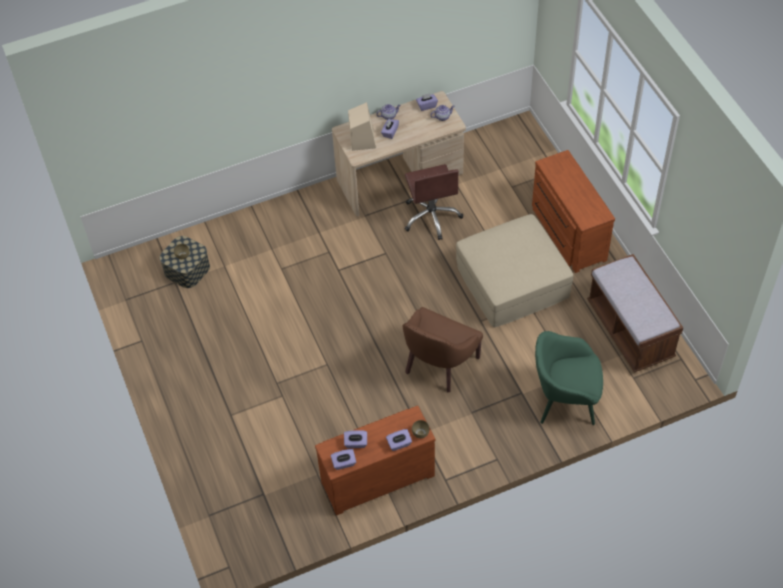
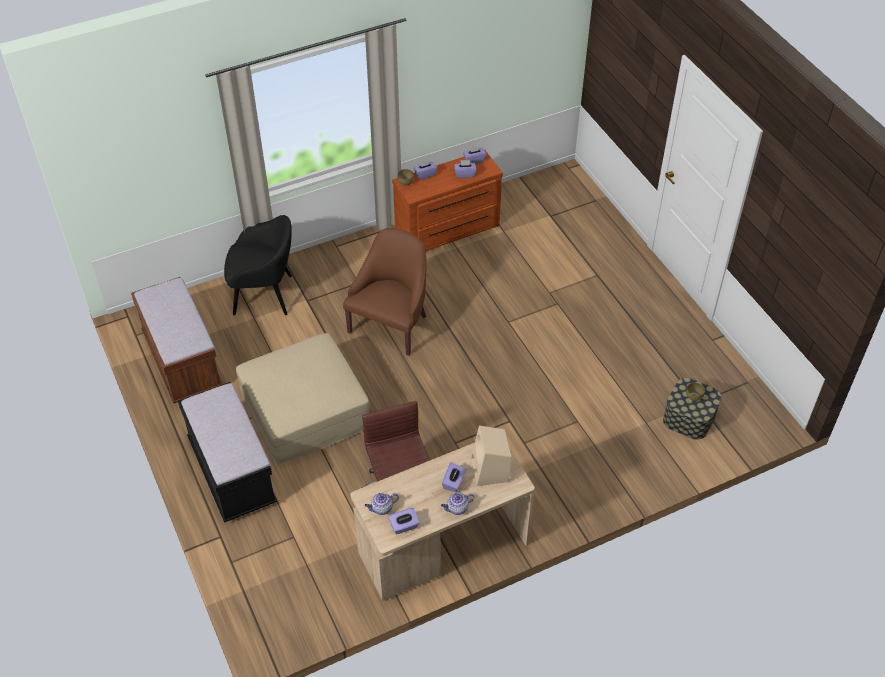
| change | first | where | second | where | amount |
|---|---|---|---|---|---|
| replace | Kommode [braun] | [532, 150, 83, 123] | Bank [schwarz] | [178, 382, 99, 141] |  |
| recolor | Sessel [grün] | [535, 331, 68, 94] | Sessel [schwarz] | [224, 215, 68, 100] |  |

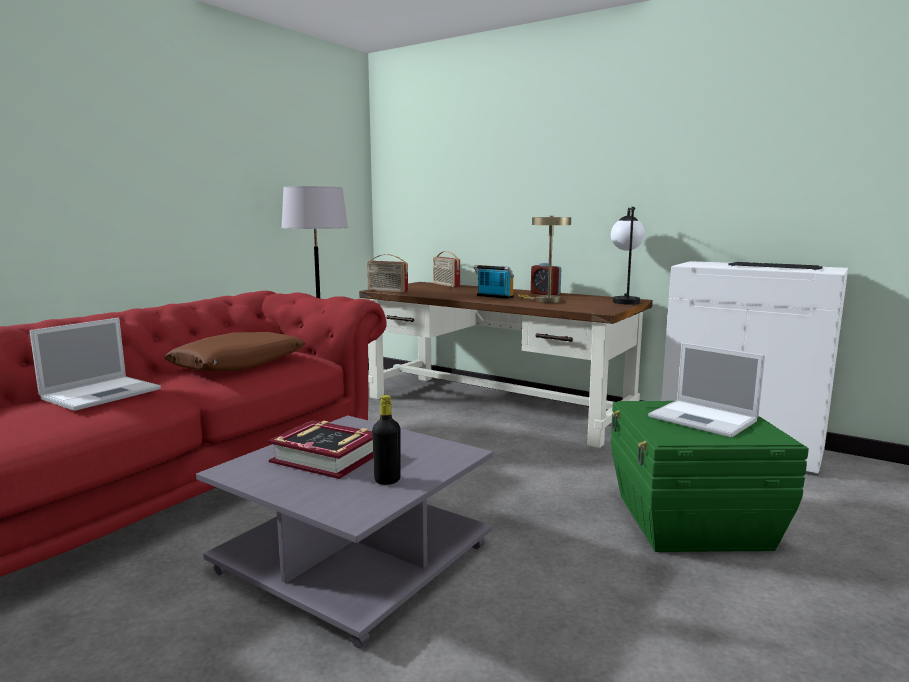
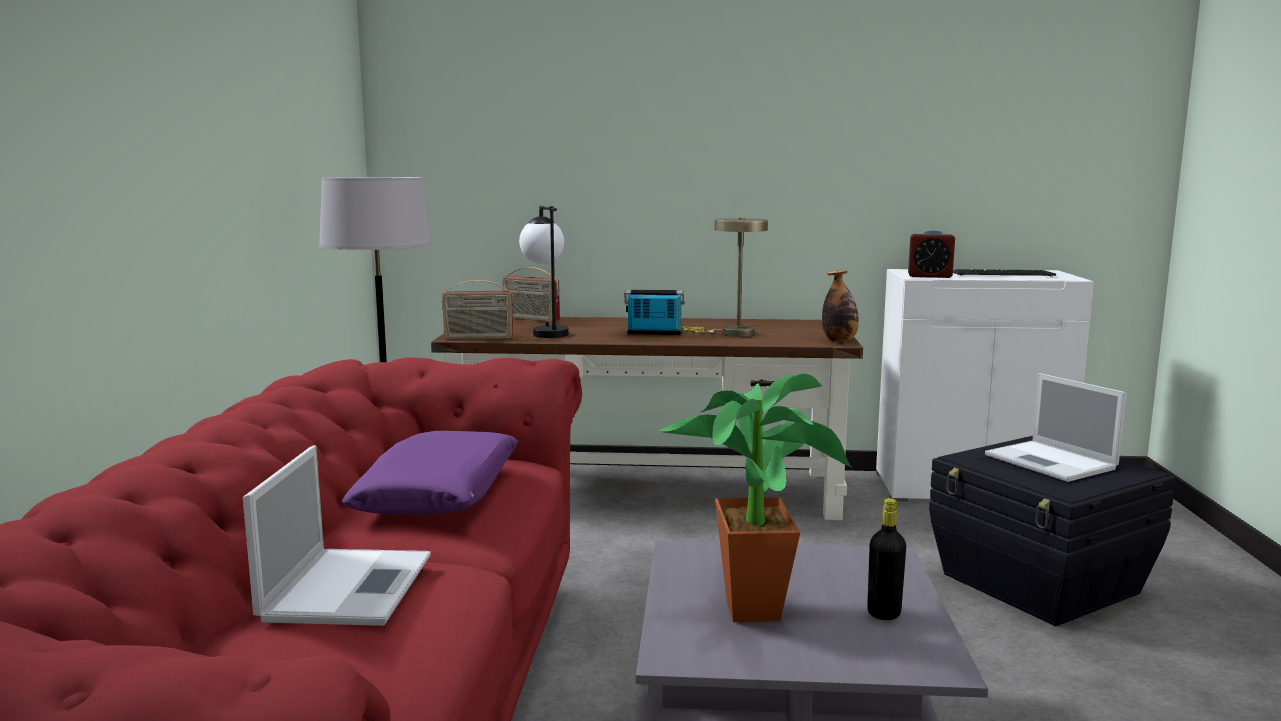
| change | first | where | second | where | amount |
|---|---|---|---|---|---|
| recolor | Kissen [braun] | [164, 332, 141, 39] | Kissen [lila] | [341, 431, 177, 83] |  |
| move | Tischlampe | [611, 207, 34, 98] |  | [519, 206, 50, 132] |  |
| replace | Buch | [267, 420, 106, 59] | Topfpflanze | [658, 374, 193, 248] |  |
| insert |  |  | Flasche | [822, 270, 37, 72] |  |
| move | Wecker | [531, 263, 30, 32] |  | [908, 230, 47, 48] |  |
| recolor | Aufbewahrungsbox [grün] | [610, 401, 199, 151] | Aufbewahrungsbox [schwarz] | [929, 436, 247, 190] |  |
| rotate | Laptop | [648, 343, 117, 95] |  | [985, 373, 141, 109] | 45 degrees clockwise |

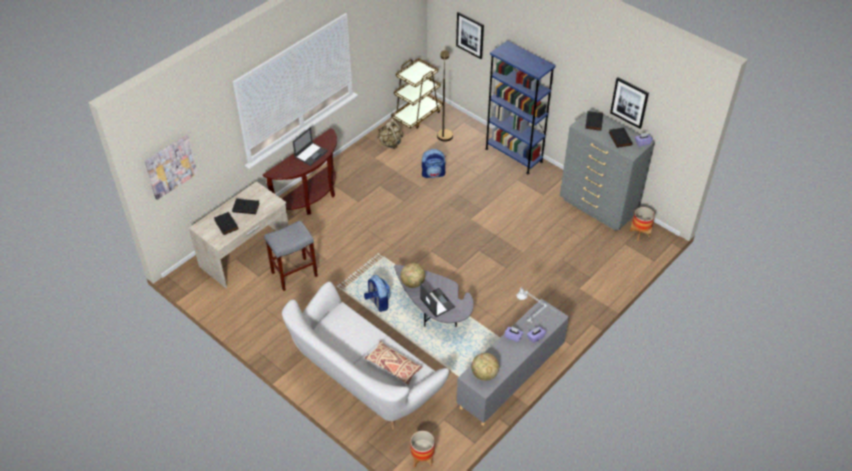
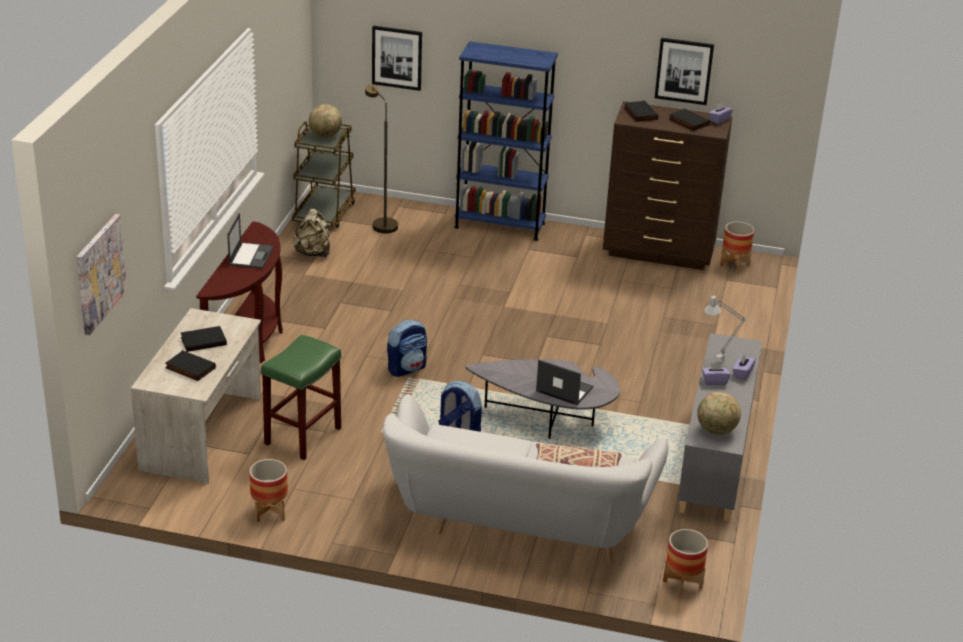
| change | first | where | second | where | amount |
|---|---|---|---|---|---|
| insert |  |  | Pflanzkübel | [249, 459, 39, 63] |  |
| recolor | Hocker [grau] | [264, 220, 54, 71] | Hocker [grün] | [261, 335, 80, 125] |  |
| move | Globus | [400, 263, 25, 25] |  | [309, 104, 33, 34] |  |
| move | Rucksack | [422, 149, 24, 29] |  | [387, 319, 40, 58] |  |
| recolor | Kommode [grau] | [560, 108, 95, 123] | Kommode [braun] | [603, 101, 129, 169] |  |

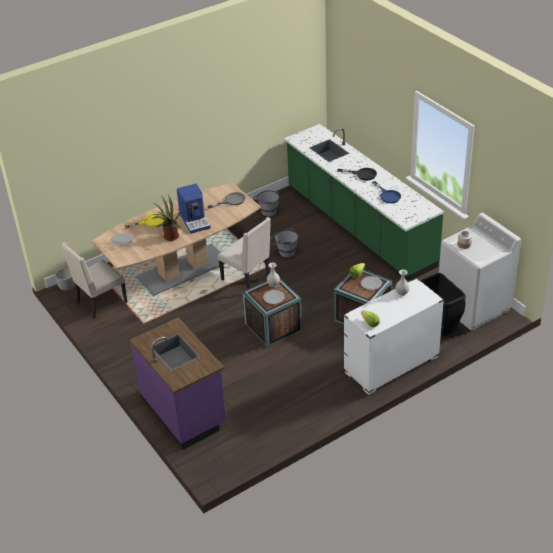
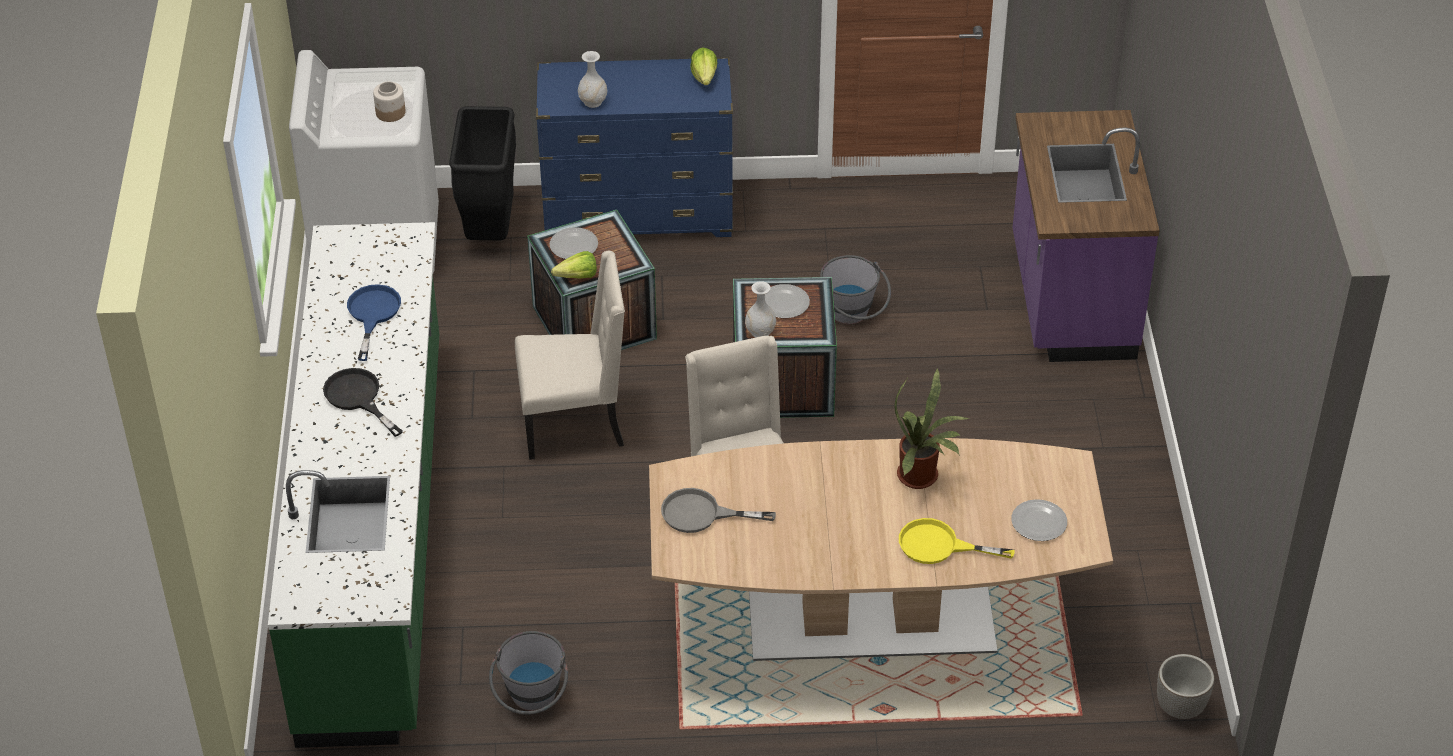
| change | first | where | second | where | amount |
|---|---|---|---|---|---|
| move | Stuhl [beige] | [61, 242, 66, 77] |  | [515, 251, 110, 209] |  |
| recolor | Kommode [weiß] | [344, 278, 100, 117] | Kommode [blau] | [536, 57, 197, 180] |  |
| move | Eimer [grau] | [270, 228, 29, 29] |  | [820, 255, 71, 70] |  |
| delete | Kaffeemaschine | [177, 184, 34, 50] |  |  |  |

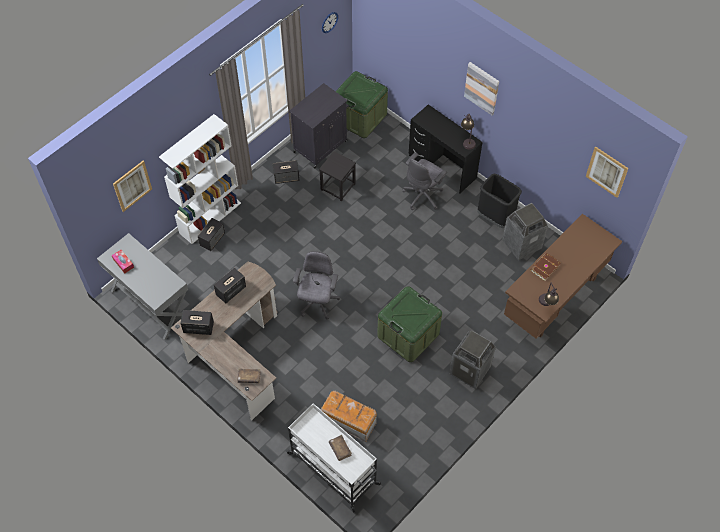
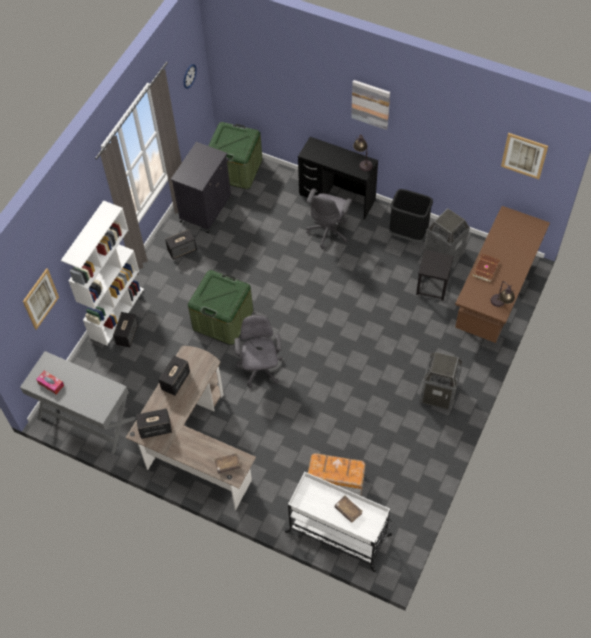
| change | first | where | second | where | amount |
|---|---|---|---|---|---|
| move | Aufbewahrungsbox [grün] | [377, 286, 65, 76] |  | [188, 270, 65, 75] |  |
| move | Hocker [schwarz] | [319, 151, 37, 50] |  | [416, 250, 37, 51] |  |

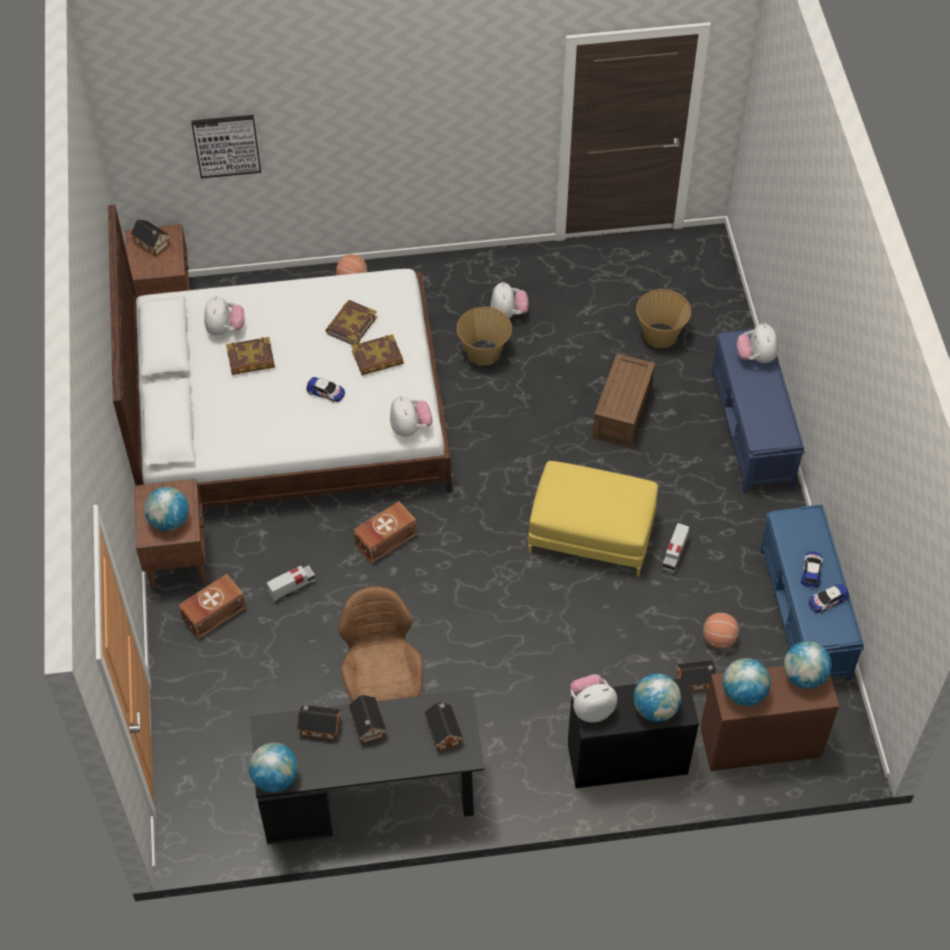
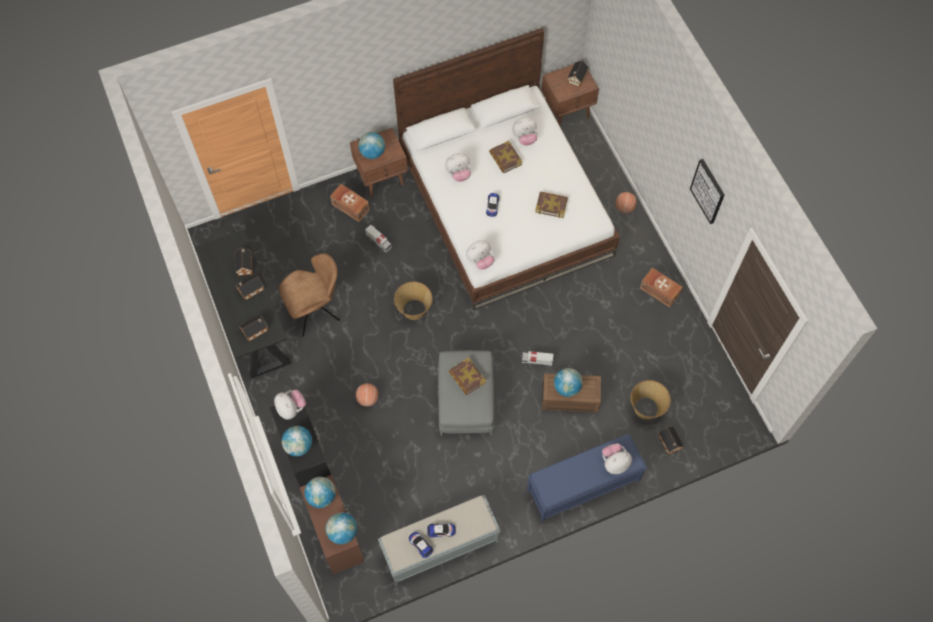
| change | first | where | second | where | amount |
|---|---|---|---|---|---|
| move | Basketball | [703, 613, 36, 36] |  | [356, 383, 22, 23] |  |
| recolor | Bank [blau] | [760, 504, 104, 177] | Bank [grau] | [378, 495, 123, 90] |  |
| move | Korb | [457, 307, 55, 58] |  | [394, 282, 38, 38] |  |
| recolor | Polsterhocker [gelb] | [528, 461, 130, 116] | Polsterhocker [grau] | [438, 350, 56, 86] |  |
| move | Plüschtier | [491, 282, 37, 36] |  | [445, 153, 26, 29] |  |
| move | Buch | [351, 334, 53, 41] |  | [449, 357, 37, 38] |  |
| move | Spielzeuglaster | [662, 523, 28, 50] |  | [521, 351, 33, 15] |  |
| move | Globus | [249, 743, 49, 49] |  | [554, 368, 29, 29] |  |
| move | Aufbewahrungsbox [braun] | [354, 501, 63, 63] |  | [640, 268, 42, 39] |  |
| move | Spielzeughaus | [677, 660, 39, 31] |  | [659, 427, 25, 28] |  |
| move | Bild | [191, 115, 70, 63] |  | [690, 159, 34, 65] |  |

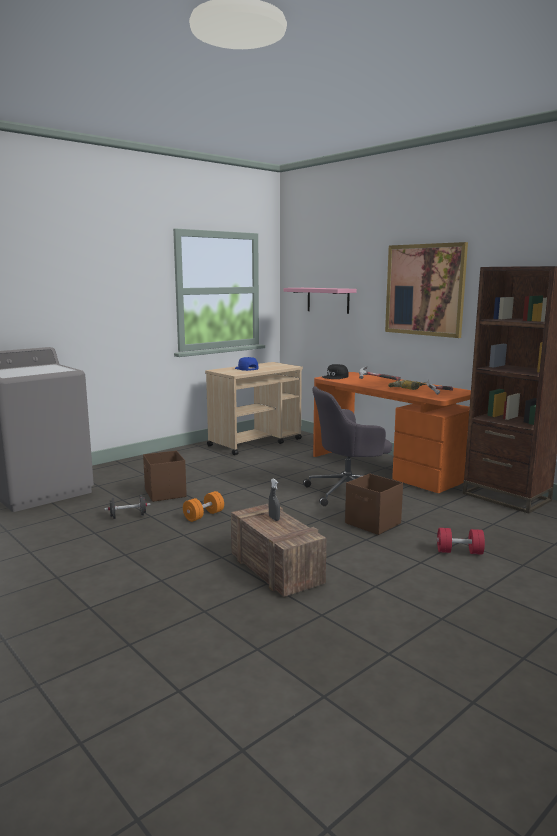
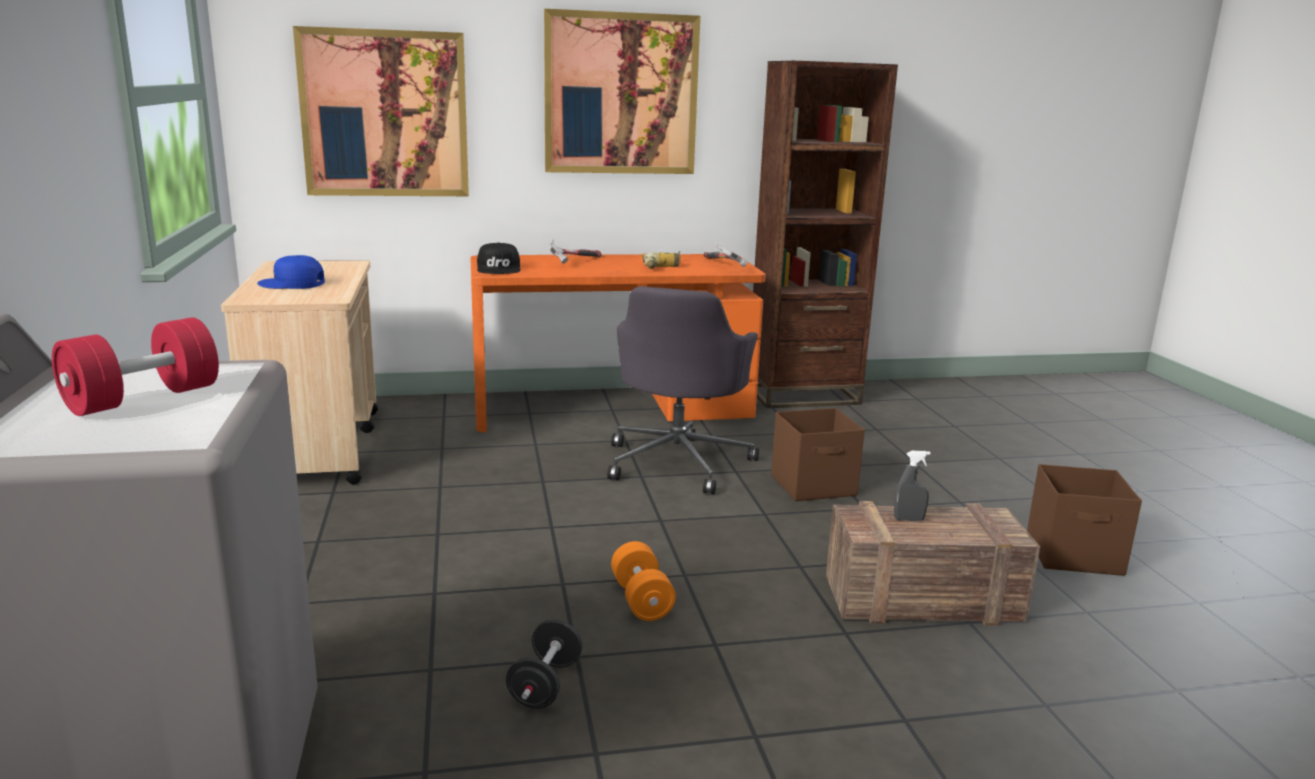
| change | first | where | second | where | amount |
|---|---|---|---|---|---|
| move | Hantel [rot] | [437, 528, 48, 27] |  | [52, 317, 167, 99] |  |
| replace | Wandregal [rosa] | [284, 288, 73, 26] | Bild | [293, 26, 176, 170] |  |
| move | Aufbewahrungsbox [braun] | [143, 451, 44, 51] |  | [1027, 464, 115, 112] |  |

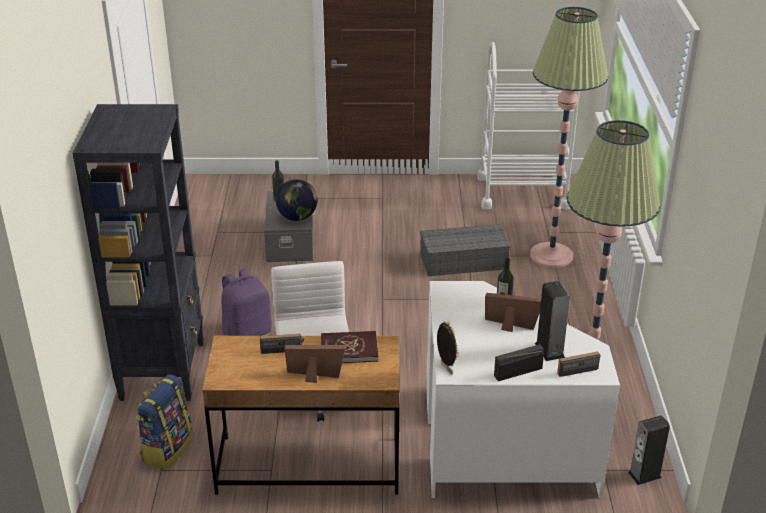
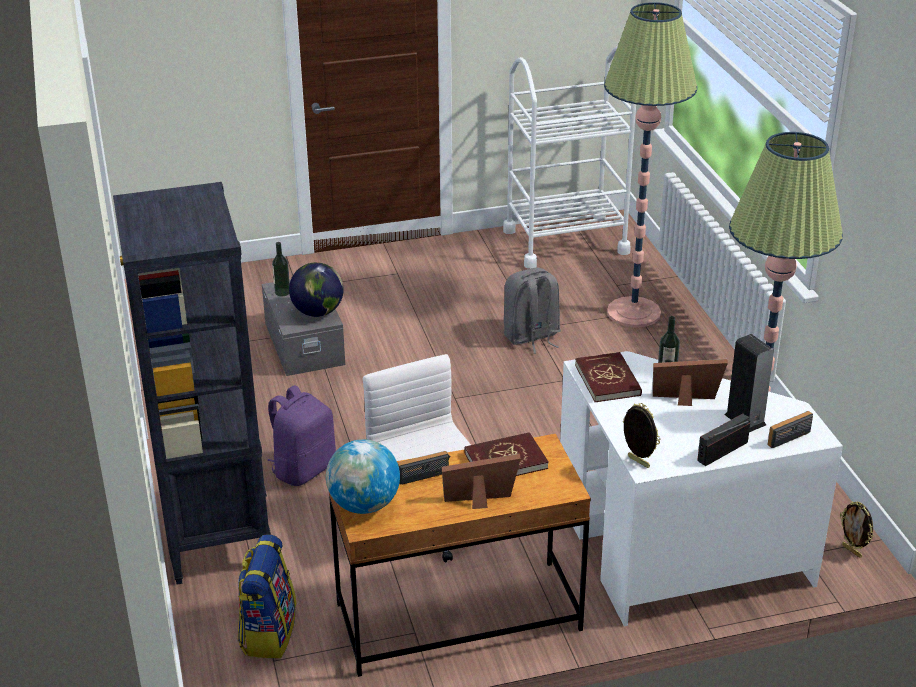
| change | first | where | second | where | amount |
|---|---|---|---|---|---|
| insert |  |  | Globus | [326, 439, 74, 75] |  |
| replace | Aufbewahrungsbox [grau] | [420, 224, 90, 52] | Rucksack [grau] | [504, 268, 57, 86] |  |
| insert |  |  | Buch [rot] | [575, 352, 67, 50] |  |
| replace | Lautsprecher | [628, 415, 42, 70] | Bilderrahmen | [840, 501, 33, 57] |  |

